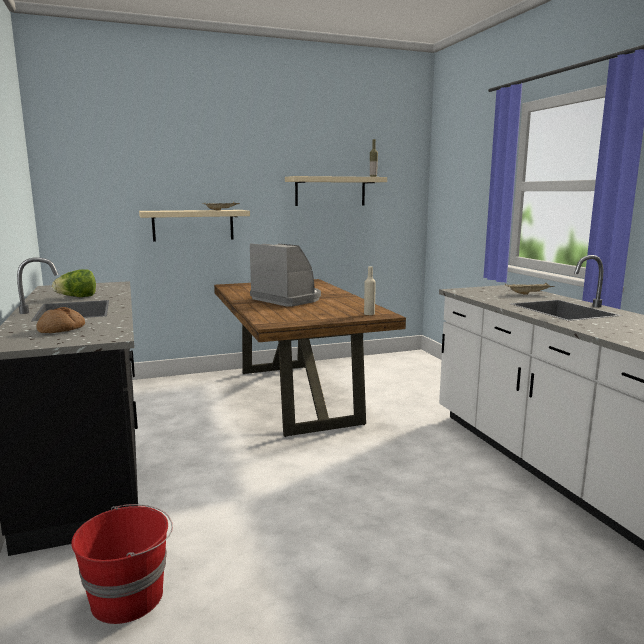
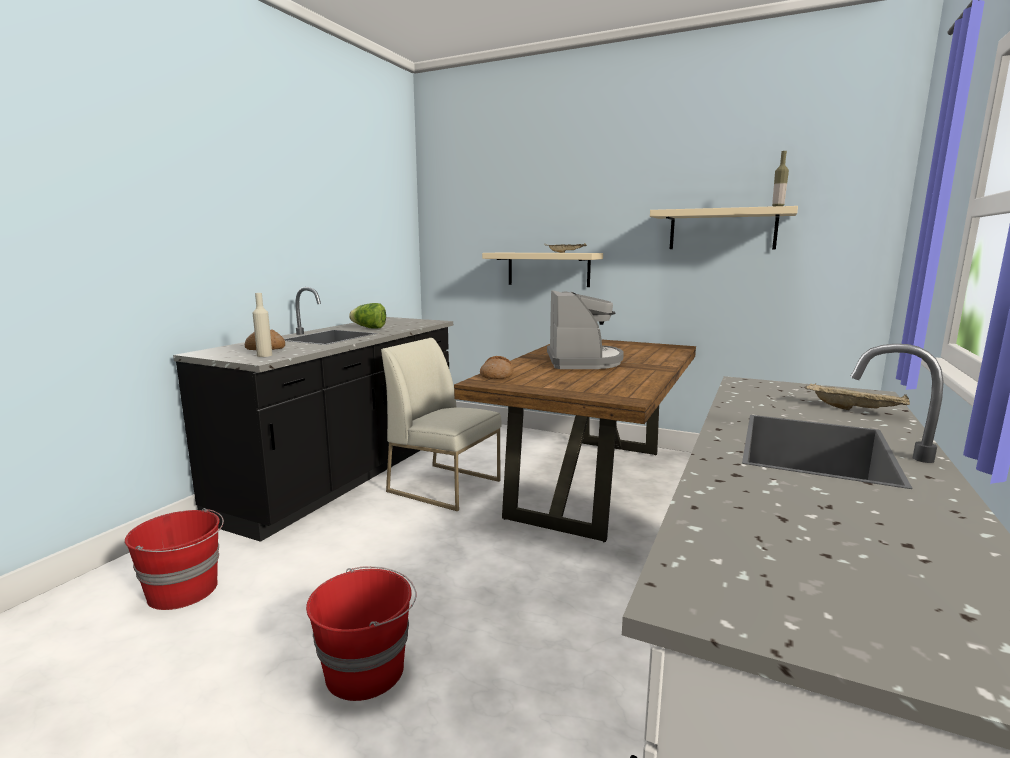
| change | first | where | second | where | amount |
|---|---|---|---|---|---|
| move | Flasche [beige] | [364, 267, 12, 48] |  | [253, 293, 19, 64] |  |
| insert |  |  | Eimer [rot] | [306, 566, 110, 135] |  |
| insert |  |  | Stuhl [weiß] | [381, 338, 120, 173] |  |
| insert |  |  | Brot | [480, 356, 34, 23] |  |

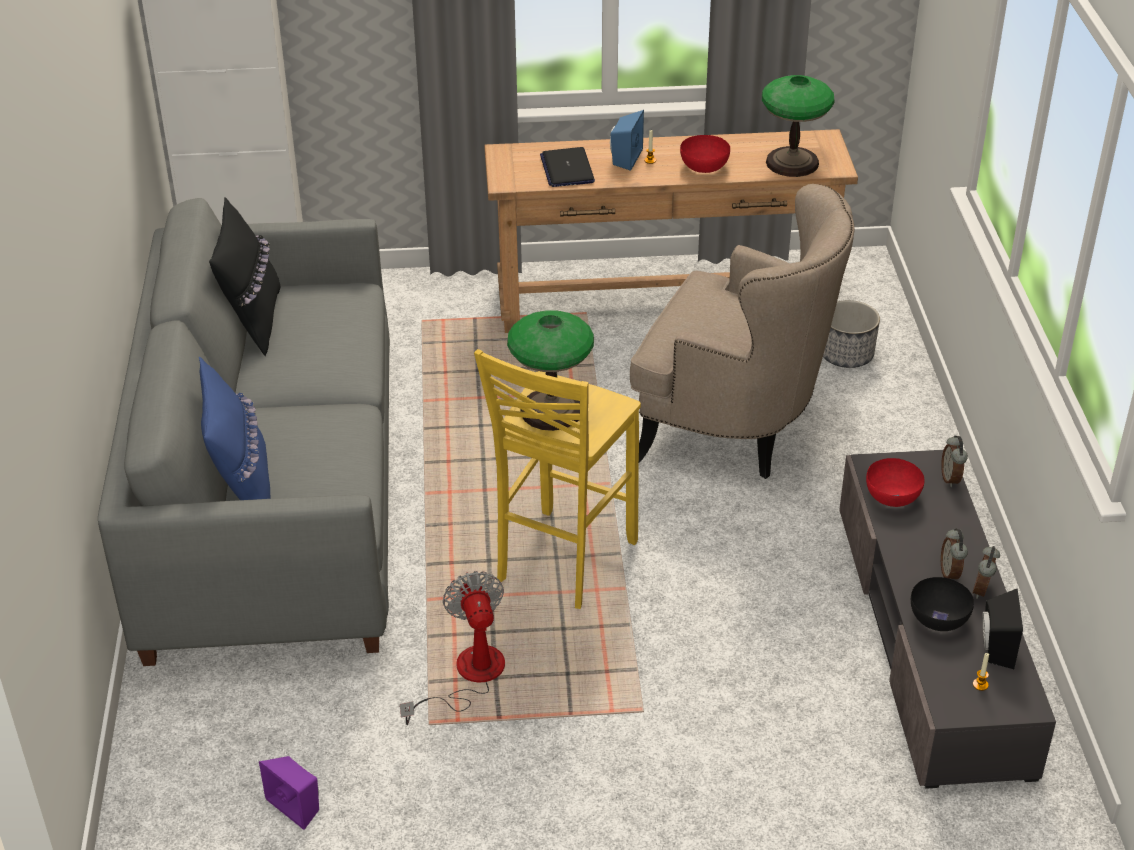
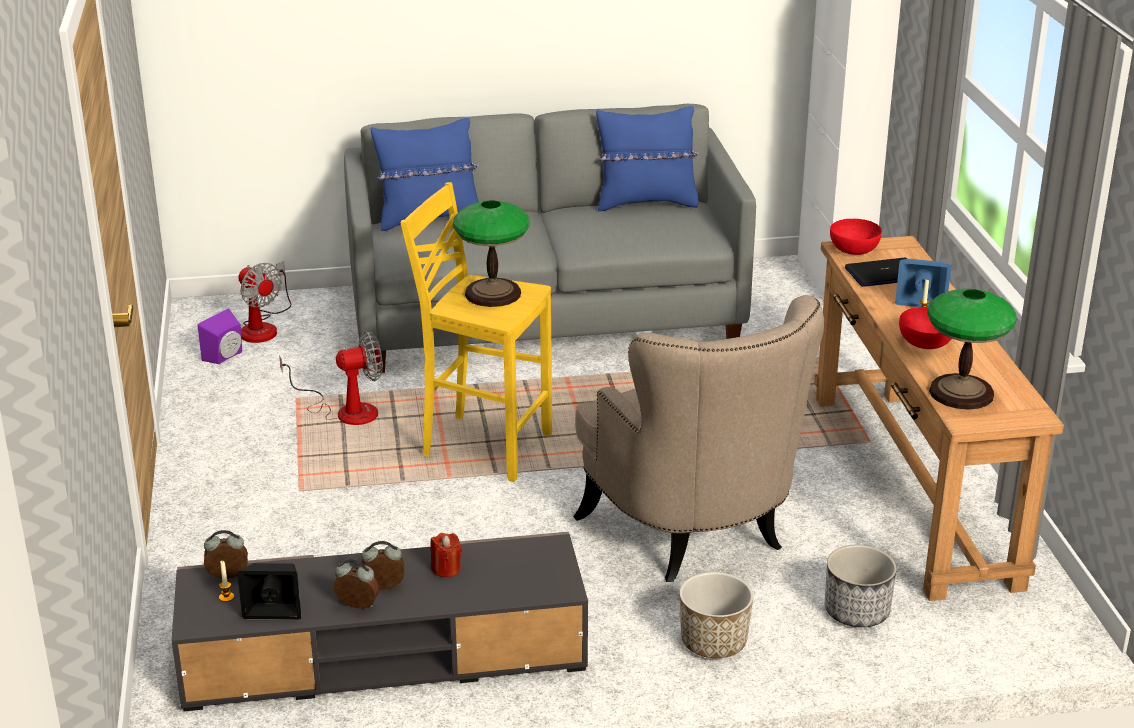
| change | first | where | second | where | amount |
|---|---|---|---|---|---|
| move | Wecker | [941, 435, 27, 52] |  | [204, 530, 44, 49] |  |
| insert |  |  | Ventilator | [238, 261, 53, 82] |  |
| insert |  |  | Kerze [rot] | [430, 533, 32, 44] |  |
| rotate | Sessel [beige] | [630, 184, 225, 295] |  | [573, 295, 251, 287] | 45 degrees counterclockwise |
| recolor | Kissen [schwarz] | [209, 197, 72, 159] | Kissen [blau] | [596, 106, 103, 105] |  |
| insert |  |  | Pflanzkübel | [680, 572, 73, 86] |  |
| move | Schüssel [rot] | [866, 458, 58, 49] |  | [830, 219, 52, 36] |  |
| delete | Schüssel [schwarz] | [911, 577, 63, 54] |  |  |  |

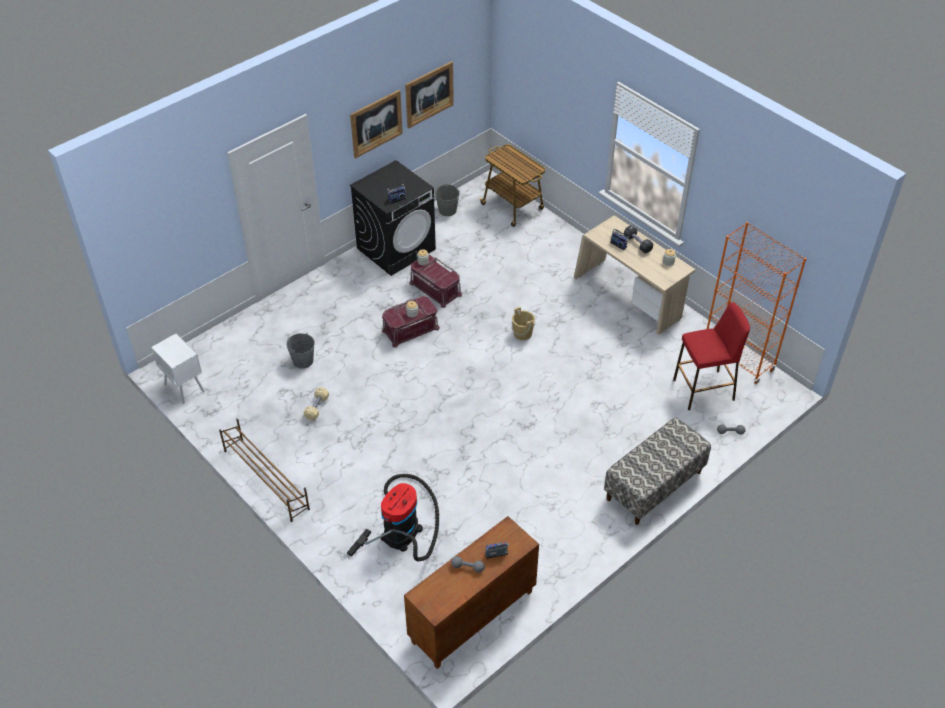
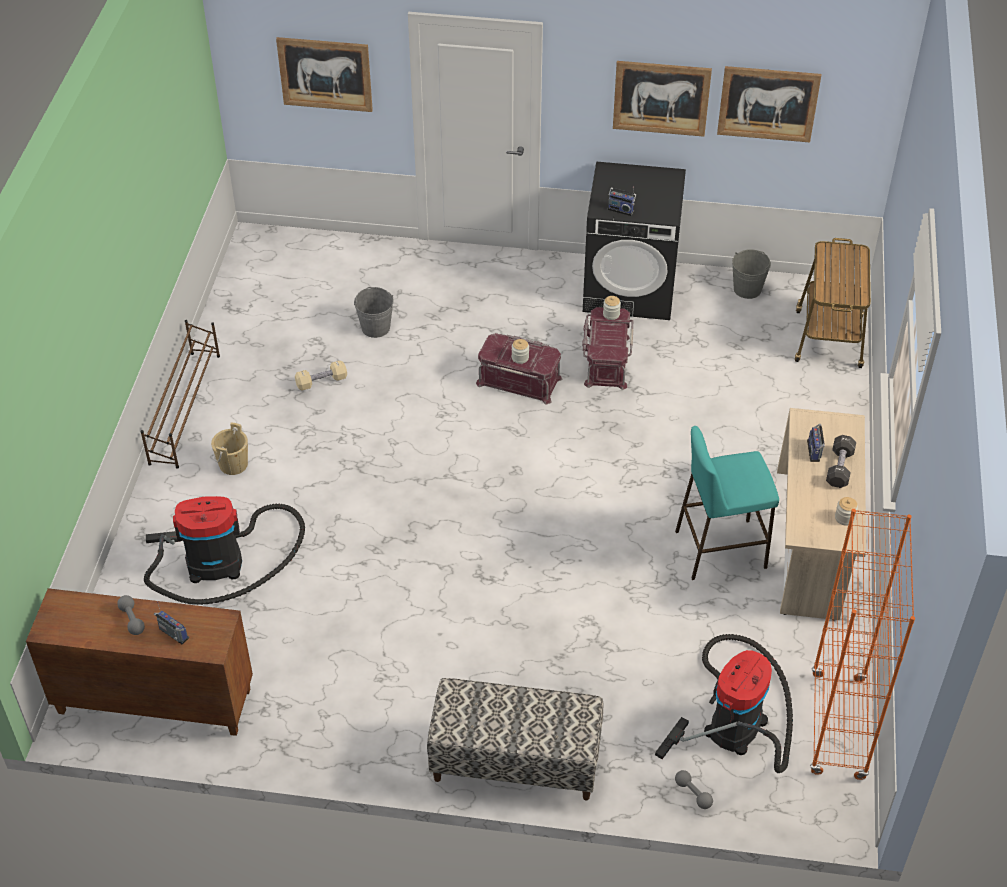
| change | first | where | second | where | amount |
|---|---|---|---|---|---|
| move | Eimer [beige] | [512, 307, 23, 33] |  | [211, 423, 37, 52] |  |
| insert |  |  | Bild | [276, 37, 97, 75] |  |
| replace | Hocker [rot] | [673, 303, 77, 107] | Staubsauger | [655, 634, 138, 139] |  |
| insert |  |  | Hocker [türkis] | [675, 426, 104, 154] |  |
| delete | Nachttisch [weiß] | [151, 333, 54, 71] |  |  |  |

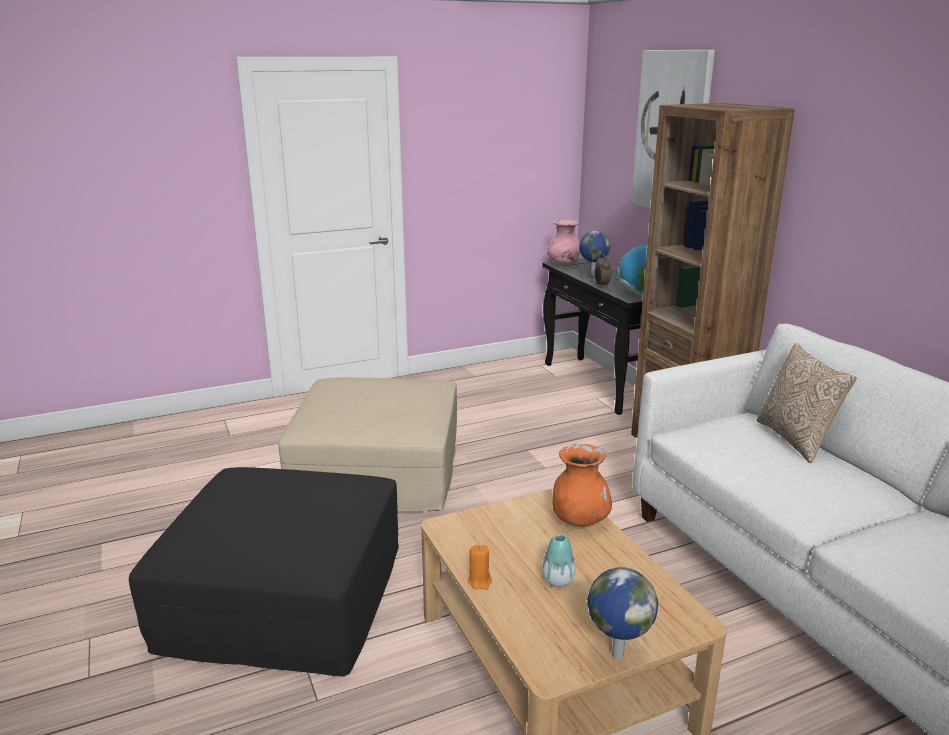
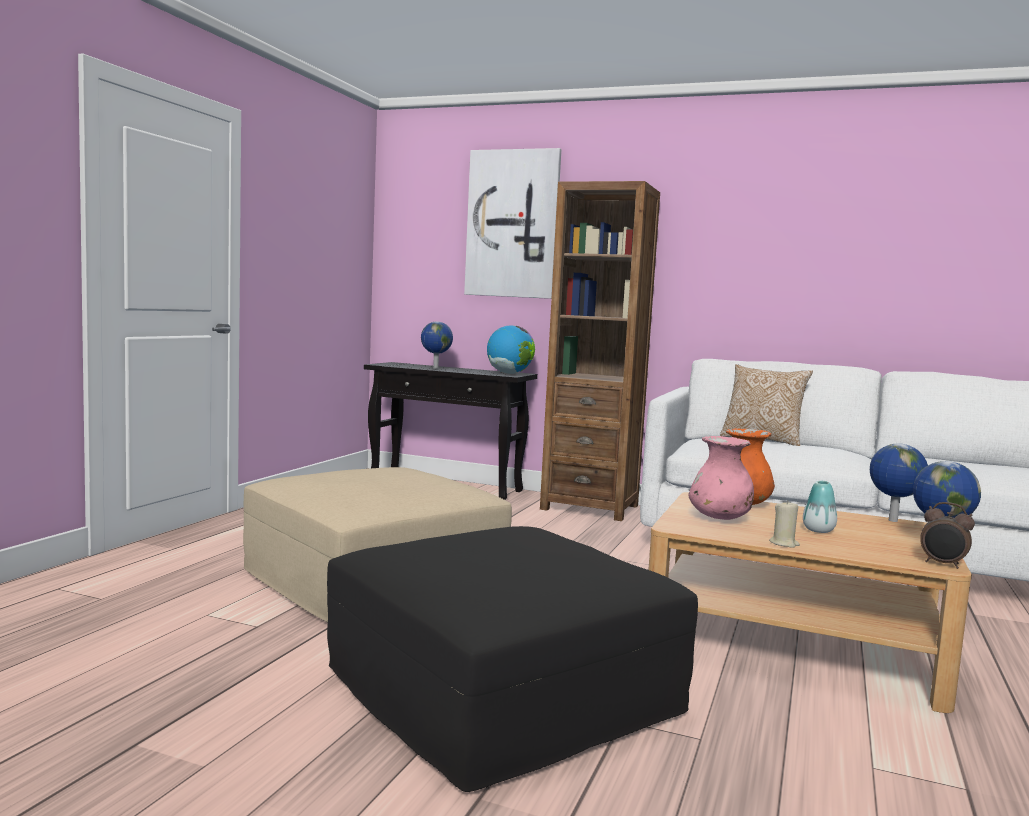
| change | first | where | second | where | amount |
|---|---|---|---|---|---|
| move | Vase [rosa] | [547, 220, 33, 45] |  | [688, 436, 66, 84] |  |
| recolor | Kerze [orange] | [467, 545, 25, 45] | Kerze [beige] | [769, 501, 31, 47] |  |
| insert |  |  | Globus | [870, 443, 58, 79] |  |
| move | Wecker | [594, 255, 17, 33] |  | [920, 502, 55, 67] |  |

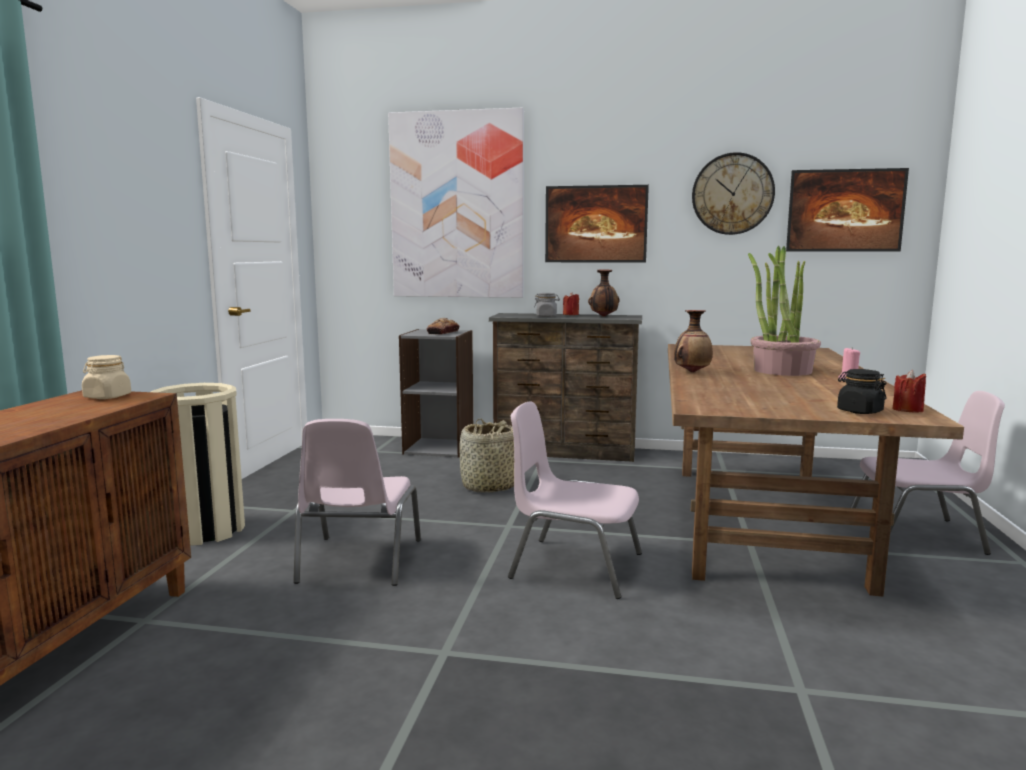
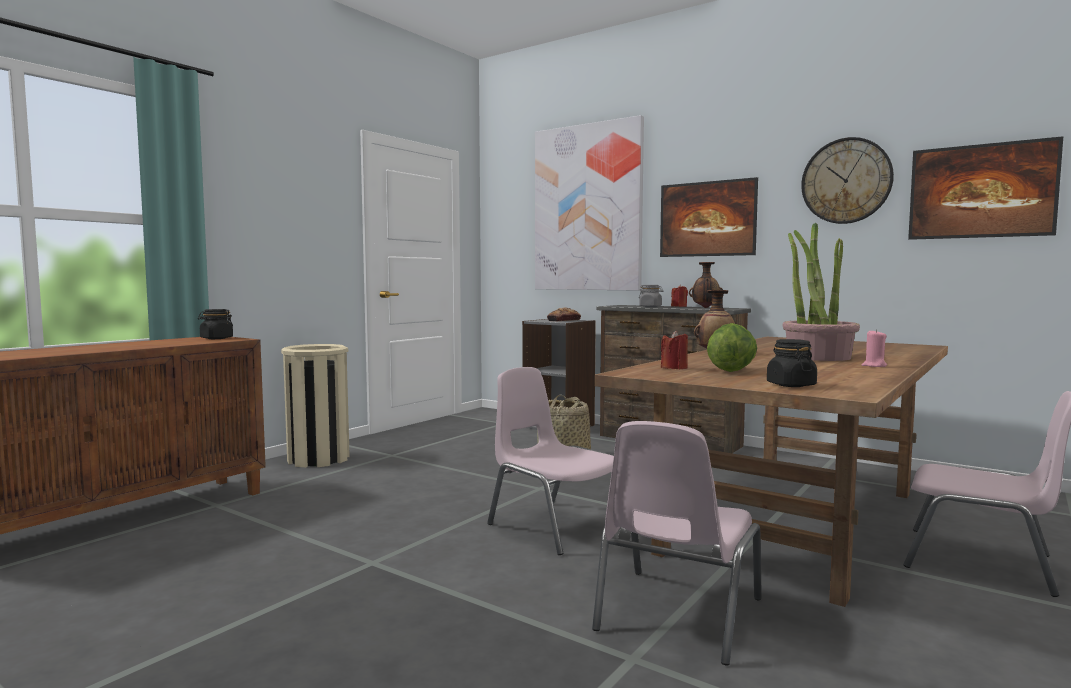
| change | first | where | second | where | amount |
|---|---|---|---|---|---|
| recolor | Vorratsglas [beige] | [82, 355, 49, 44] | Vorratsglas [schwarz] | [198, 309, 35, 30] |  |
| move | Stuhl [rosa] | [293, 419, 128, 167] |  | [592, 421, 170, 245] |  |
| move | Kerze [rot] | [892, 370, 34, 43] |  | [661, 331, 27, 38] |  |
| insert |  |  | Salatkopf | [707, 323, 50, 49] |  |

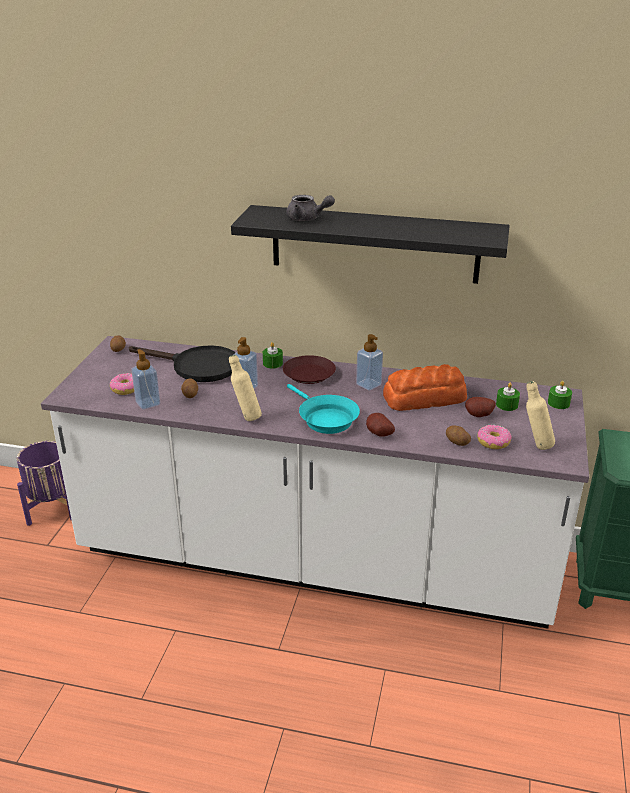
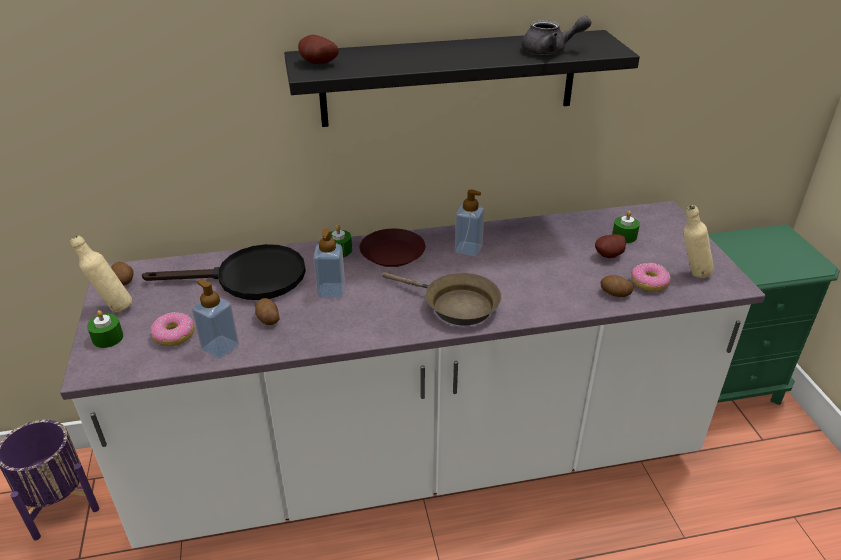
| change | first | where | second | where | amount |
|---|---|---|---|---|---|
| move | Flasche [beige] | [229, 355, 33, 66] |  | [70, 235, 62, 78] |  |
| move | Kerze [grün] | [548, 381, 24, 28] |  | [87, 310, 36, 38] |  |
| move | Kartoffel | [366, 413, 29, 23] |  | [298, 35, 41, 29] |  |
| recolor | Pfanne [türkis] | [287, 384, 73, 50] | Pfanne [braun] | [382, 272, 119, 54] |  |
| move | Teekanne [grau] | [286, 195, 49, 26] |  | [522, 15, 69, 40] |  |
| delete | Brot | [383, 364, 84, 47] |  |  |  |

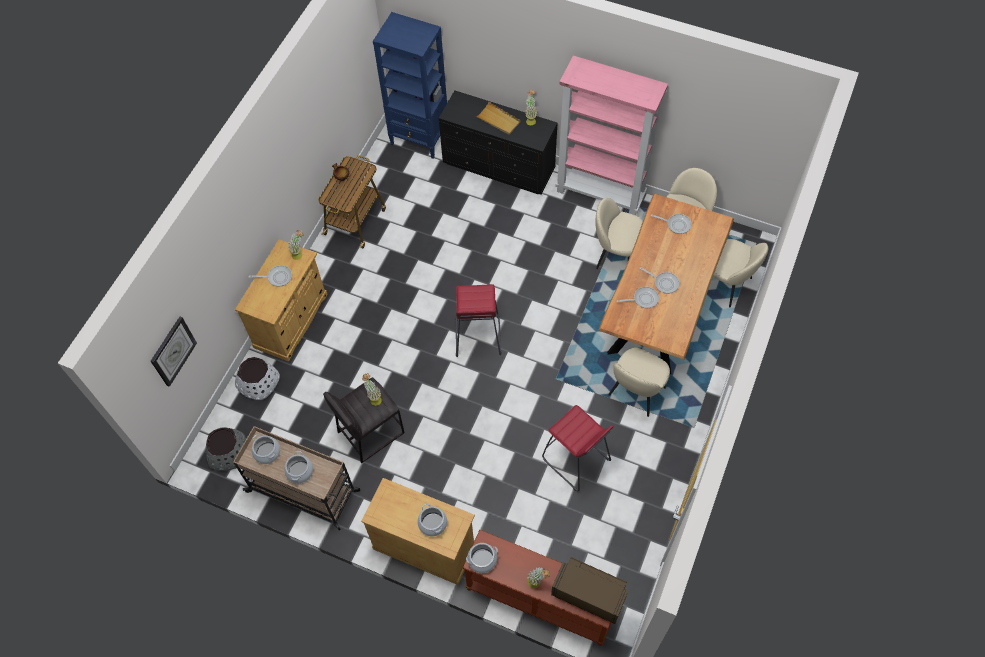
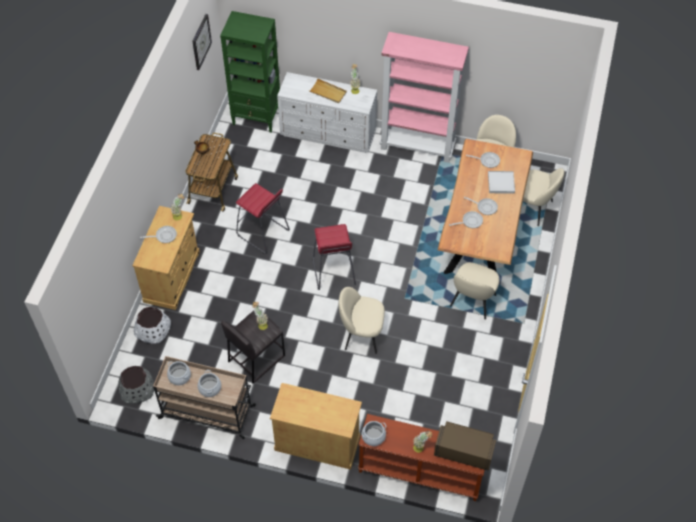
| change | first | where | second | where | amount |
|---|---|---|---|---|---|
| move | Wanduhr | [151, 317, 46, 70] |  | [192, 14, 20, 56] |  |
| recolor | Bücherregal [blau] | [373, 12, 74, 147] | Bücherregal [grün] | [220, 11, 60, 122] |  |
| move | Hocker [rot] | [542, 405, 72, 87] |  | [236, 183, 54, 71] |  |
| recolor | Kommode [schwarz] | [439, 90, 118, 105] | Kommode [weiß] | [277, 72, 100, 81] |  |
| move | Stuhl [beige] | [595, 198, 48, 71] |  | [339, 287, 46, 67] |  |
| insert |  |  | Tablett [weiß] | [488, 171, 27, 23] |  |
| delete | Kochtopf | [418, 503, 29, 34] |  |  |  |

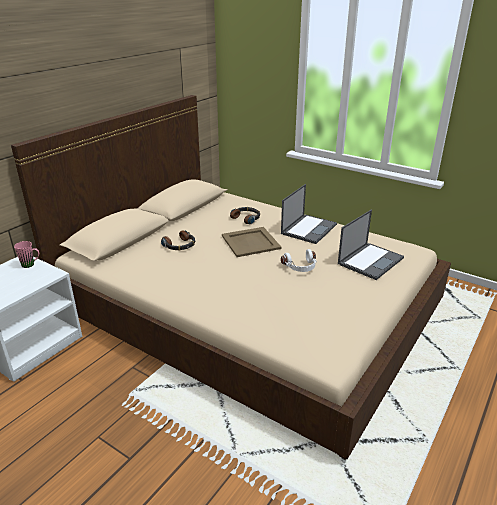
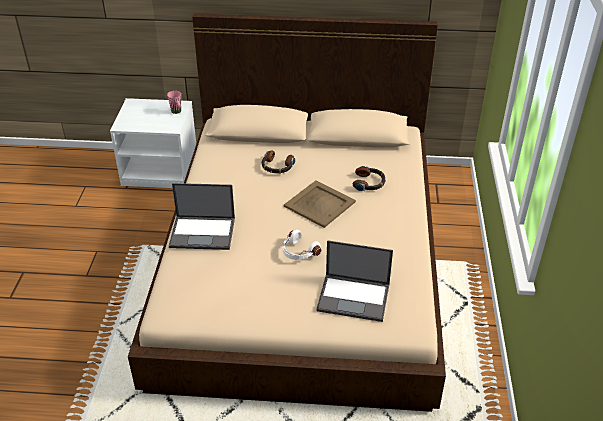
| change | first | where | second | where | amount |
|---|---|---|---|---|---|
| move | Laptop | [281, 184, 56, 60] |  | [169, 183, 66, 67] |  |

